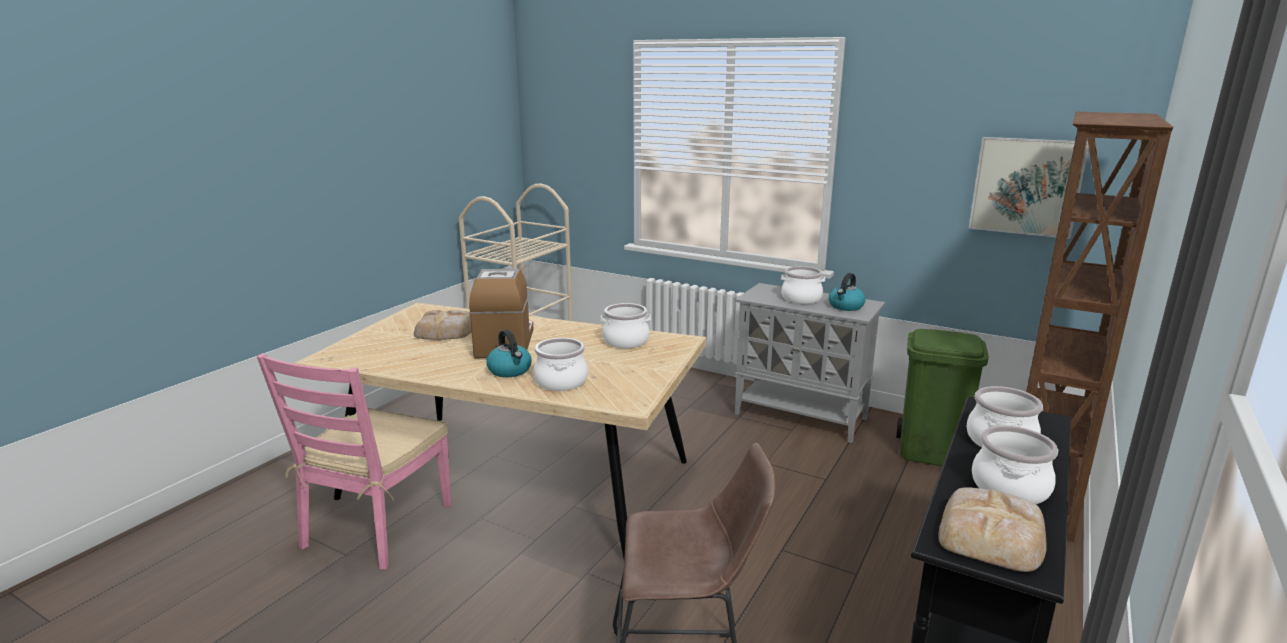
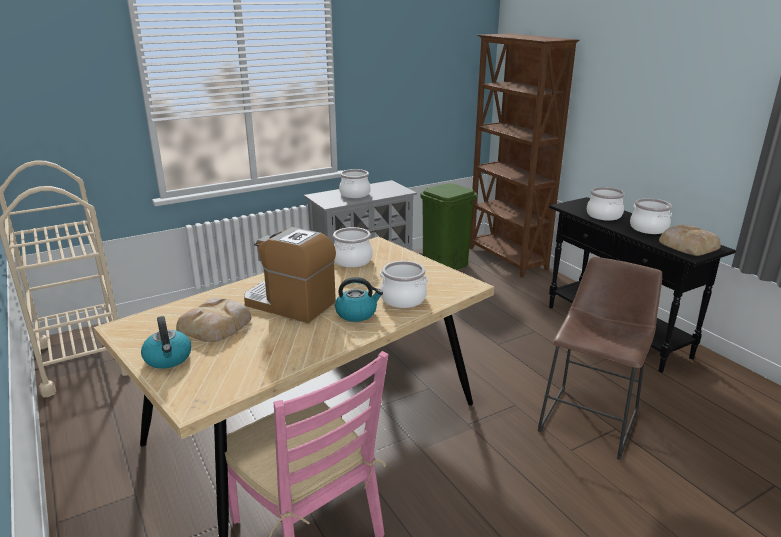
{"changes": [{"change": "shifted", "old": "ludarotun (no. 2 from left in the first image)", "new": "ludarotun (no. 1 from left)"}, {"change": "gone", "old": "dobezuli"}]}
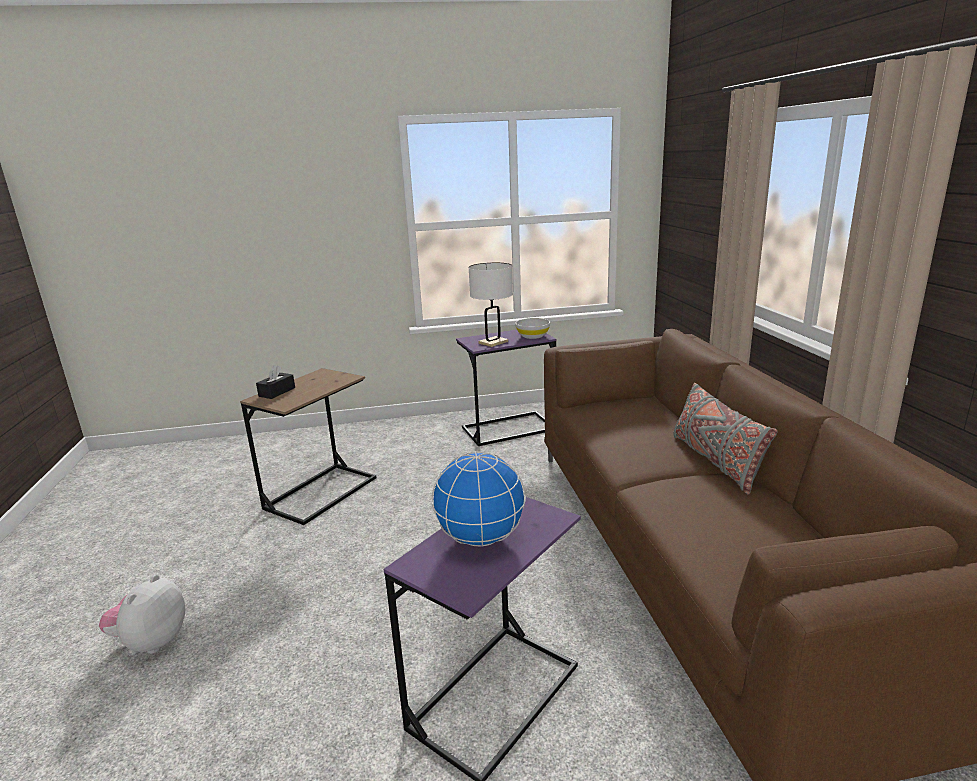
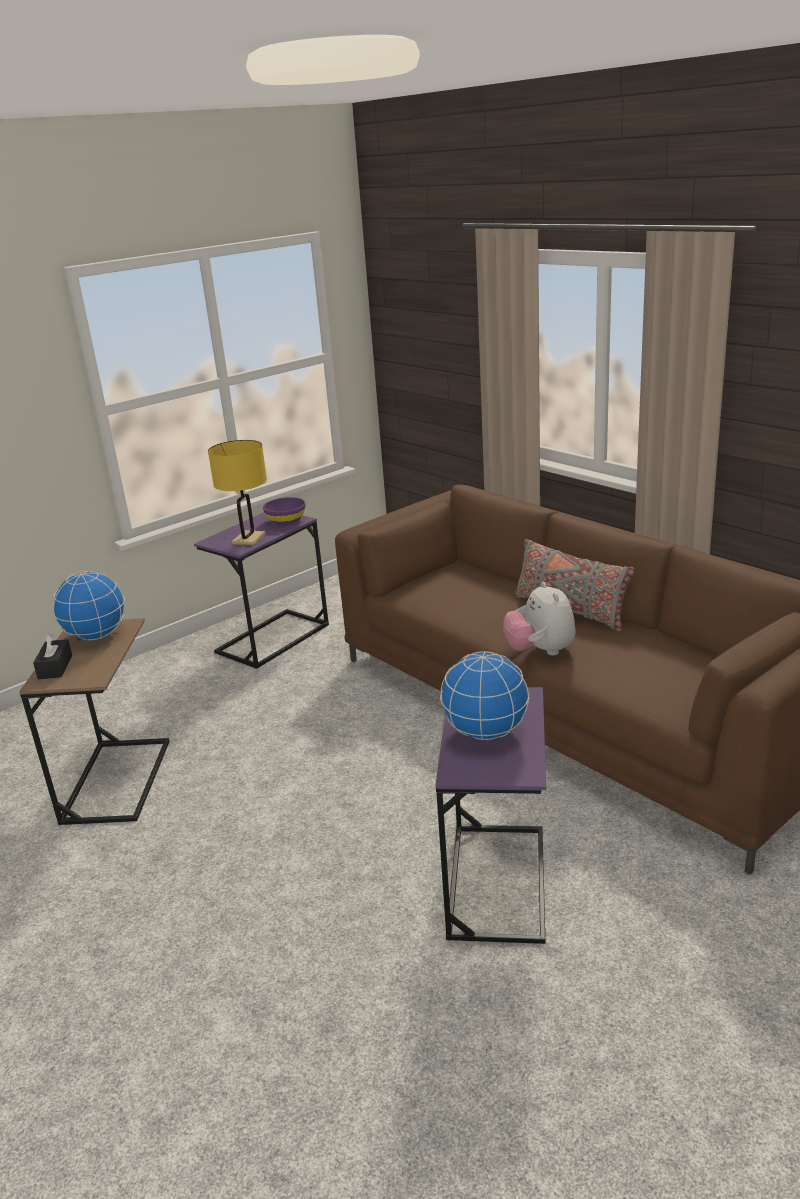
{"changes": [{"change": "shifted", "old": "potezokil"}, {"change": "repainted", "old": "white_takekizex", "new": "yellow_takekizex"}, {"change": "repainted", "old": "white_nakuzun", "new": "purple_nakuzun"}, {"change": "new", "new": "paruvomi (no. 1 from left)"}]}
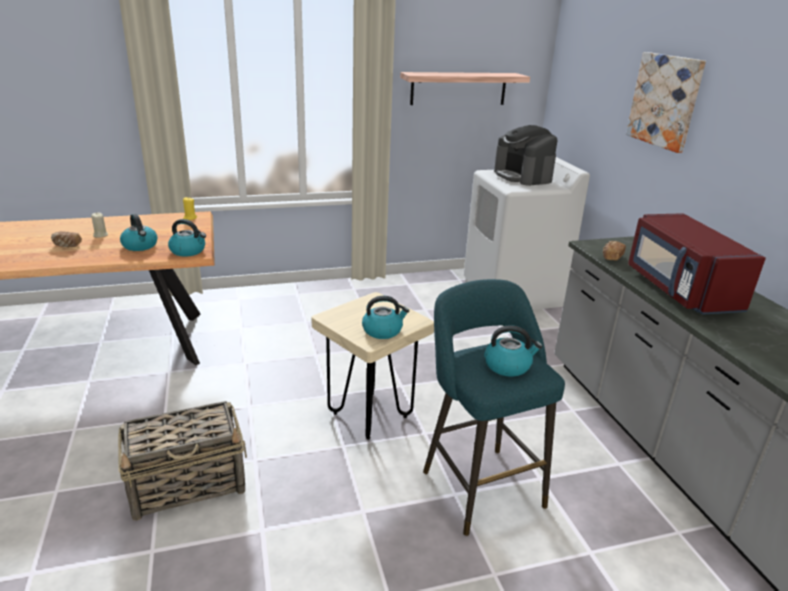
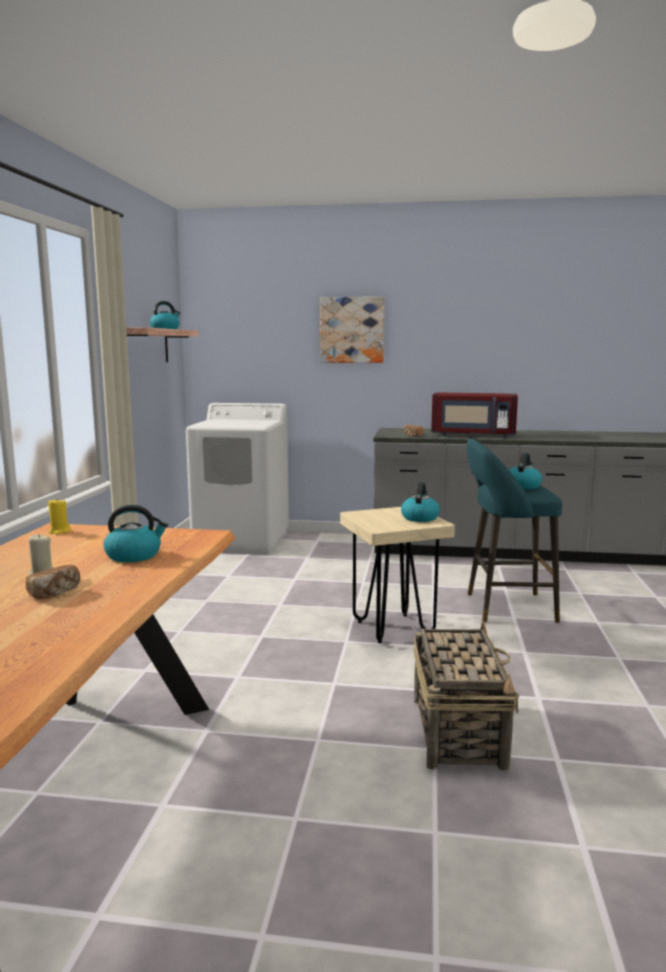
{"changes": [{"change": "shifted", "old": "ludarotun (no. 2 from left)"}, {"change": "gone", "old": "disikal"}]}
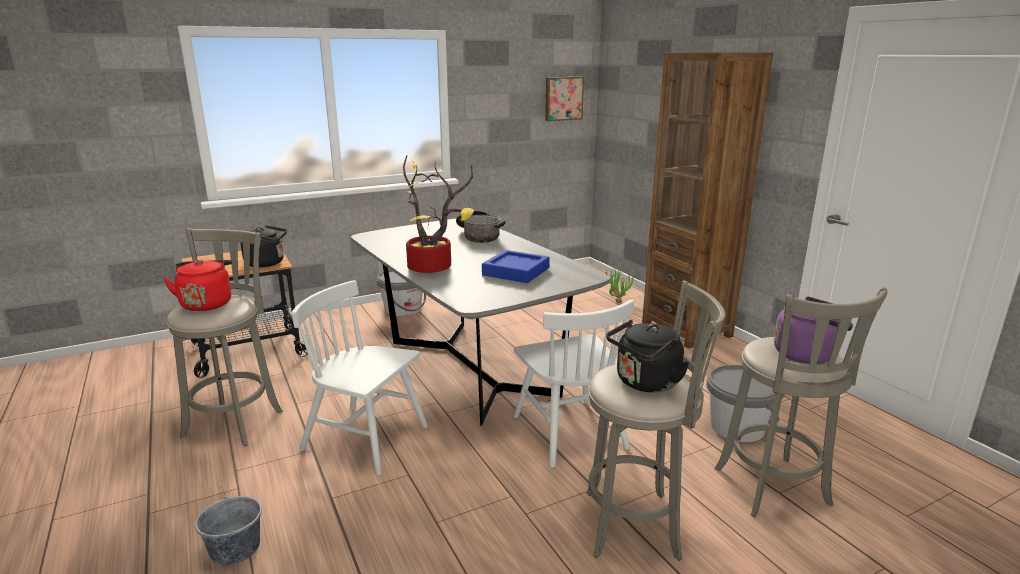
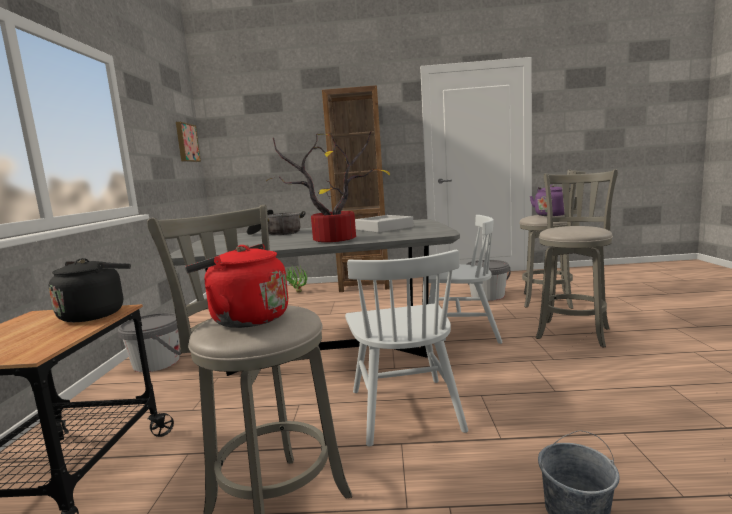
{"changes": [{"change": "rotated", "old": "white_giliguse (no. 1 from left)", "degrees": -60}, {"change": "repainted", "old": "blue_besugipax", "new": "grey_besugipax"}, {"change": "gone", "old": "black_ludarotun (no. 2 from left)"}]}
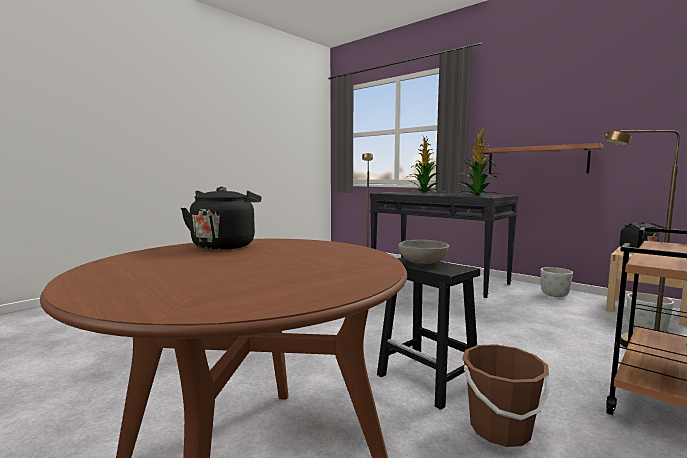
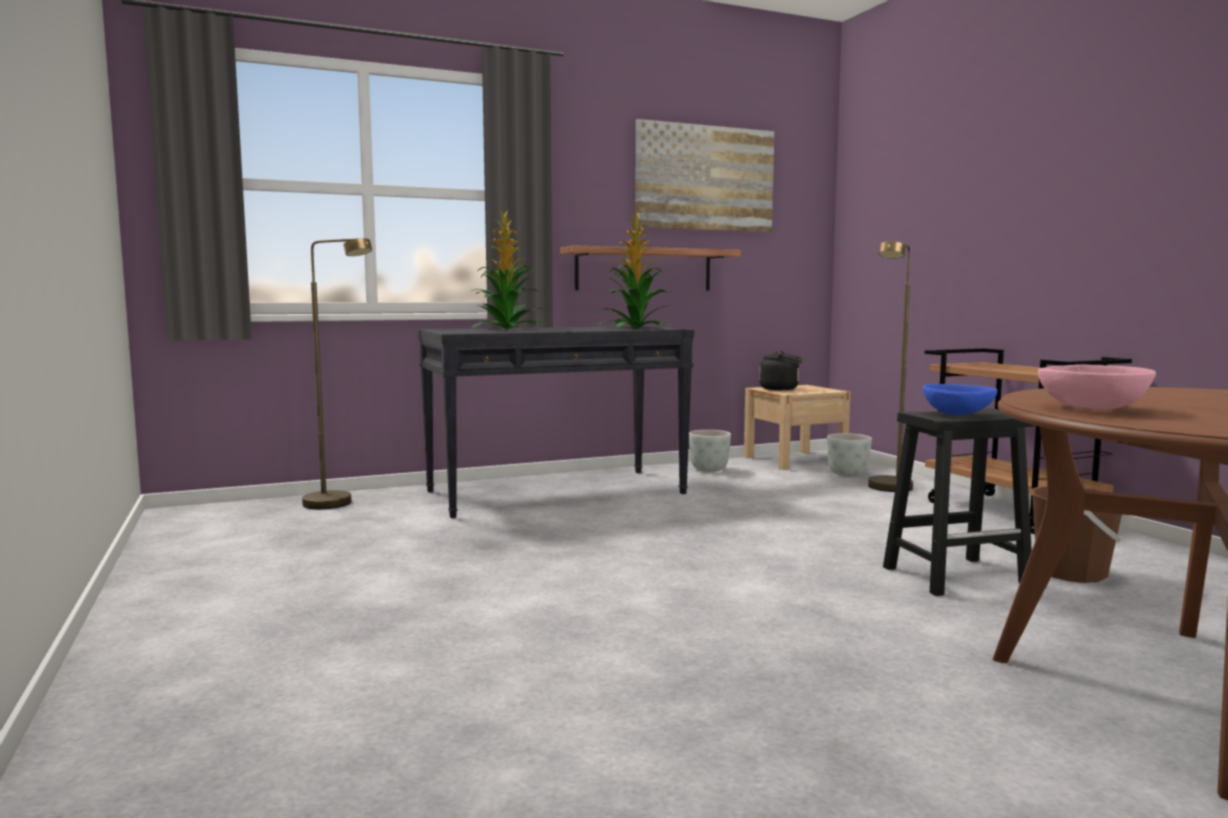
{"changes": [{"change": "swapped", "old": "black_ludarotun (no. 1 from left)", "new": "pink_nakuzun"}, {"change": "repainted", "old": "grey_nakuzun", "new": "blue_nakuzun"}, {"change": "new", "new": "dobezuli"}]}
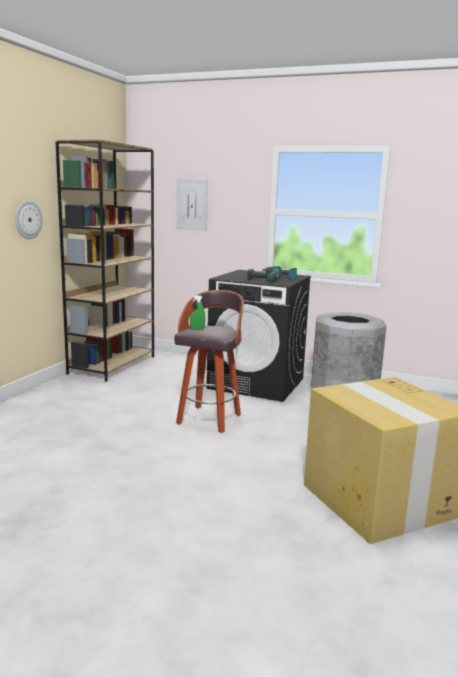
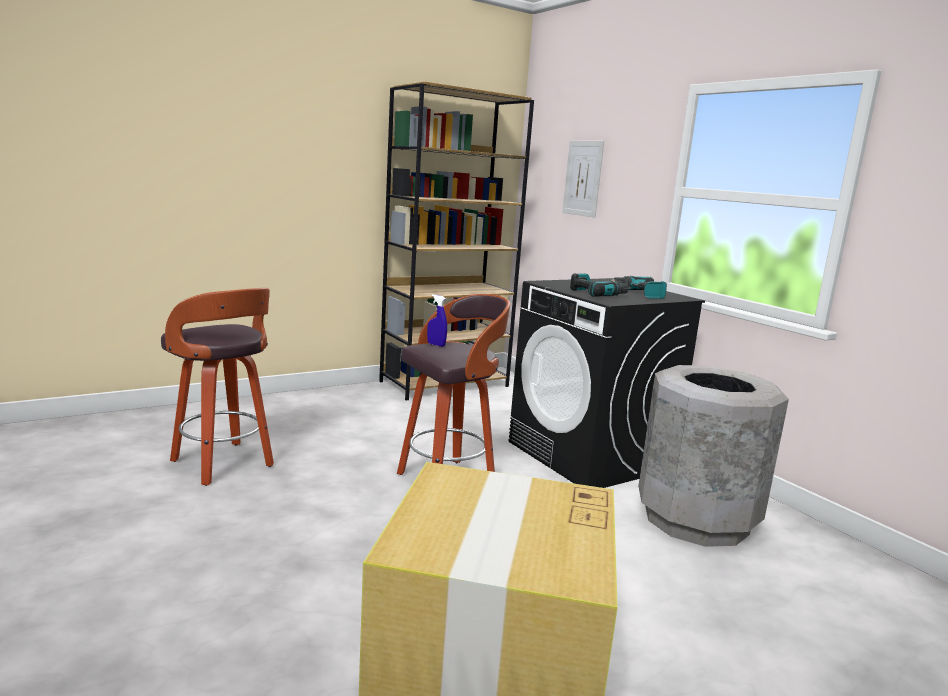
{"changes": [{"change": "gone", "old": "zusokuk"}, {"change": "repainted", "old": "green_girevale", "new": "blue_girevale"}, {"change": "new", "new": "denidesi (no. 1 from left)"}]}
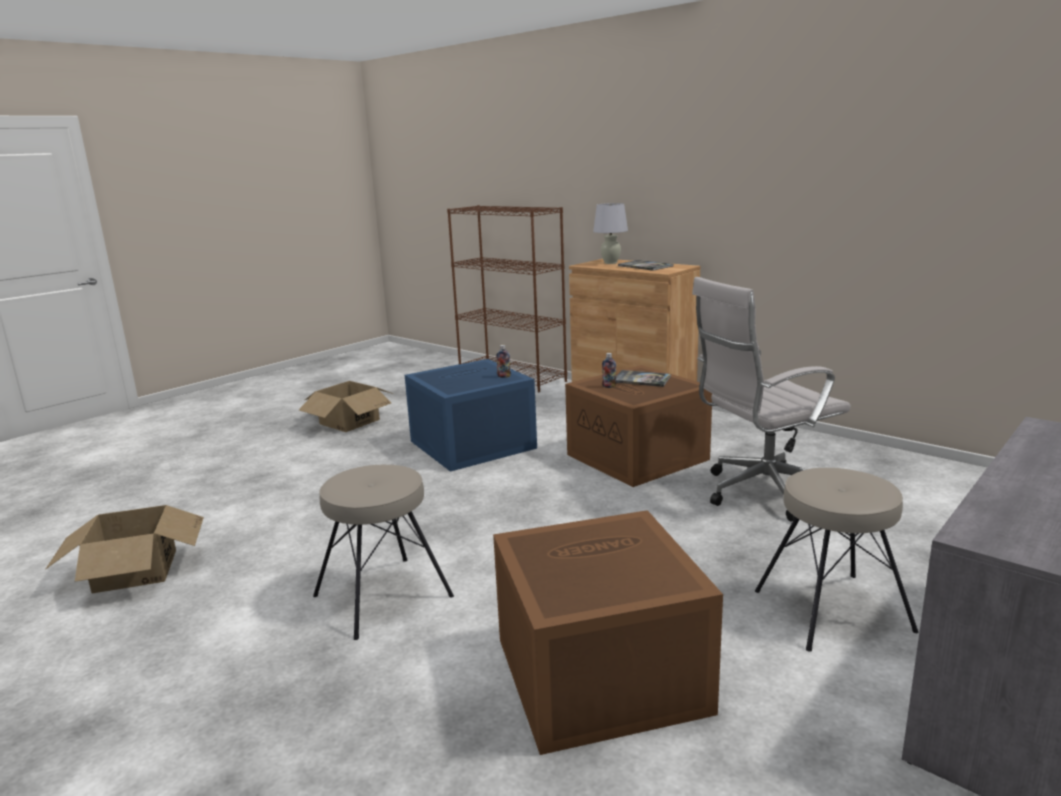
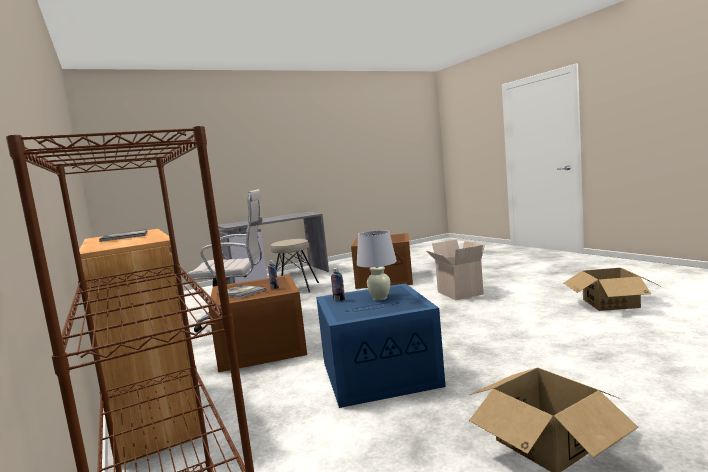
{"changes": [{"change": "swapped", "old": "beige_denidesi (no. 1 from left)", "new": "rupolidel (no. 1 from left)"}, {"change": "shifted", "old": "white_takekizex"}]}
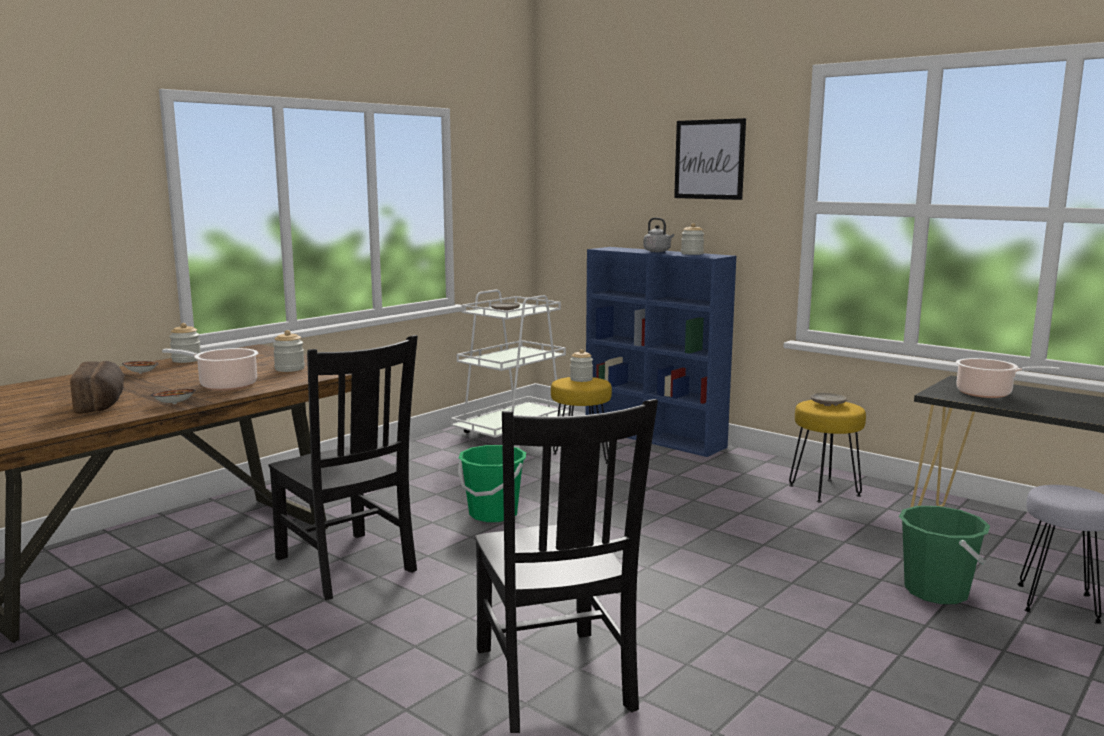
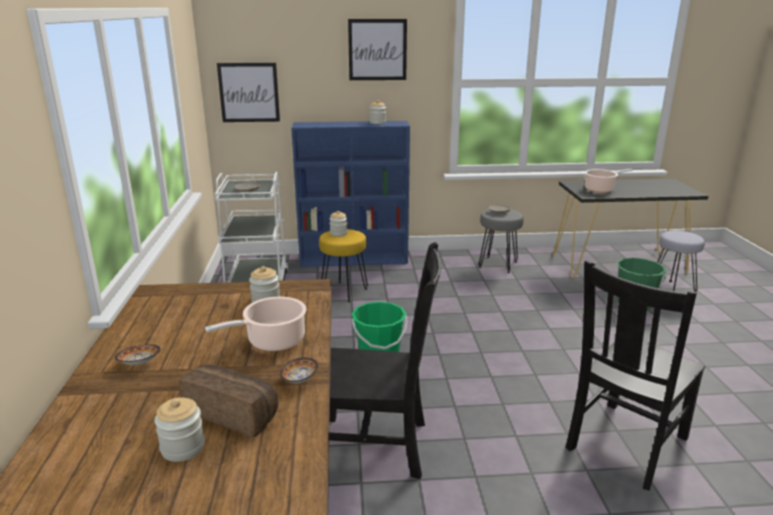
{"changes": [{"change": "shifted", "old": "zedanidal (no. 1 from left)"}, {"change": "rotated", "old": "black_giliguse (no. 2 from left)", "degrees": 105}, {"change": "gone", "old": "grey_ludarotun"}, {"change": "repainted", "old": "yellow_denidesi (no. 2 from left)", "new": "grey_denidesi (no. 1 from left)"}, {"change": "new", "new": "dobezuli (no. 1 from left)"}]}
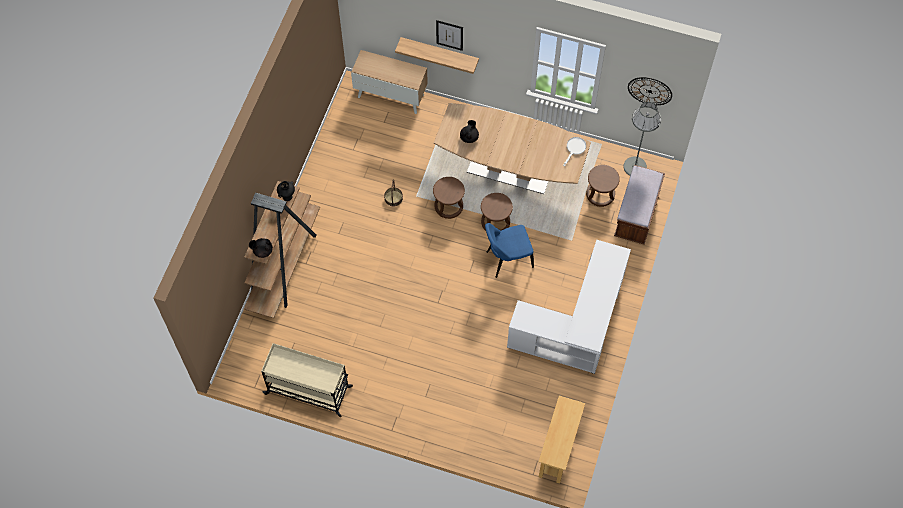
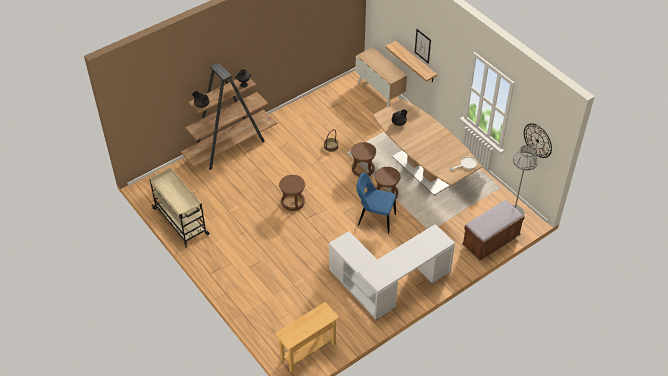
{"changes": [{"change": "shifted", "old": "brown_denidesi (no. 3 from left in the first image)", "new": "brown_denidesi (no. 1 from left)"}]}
